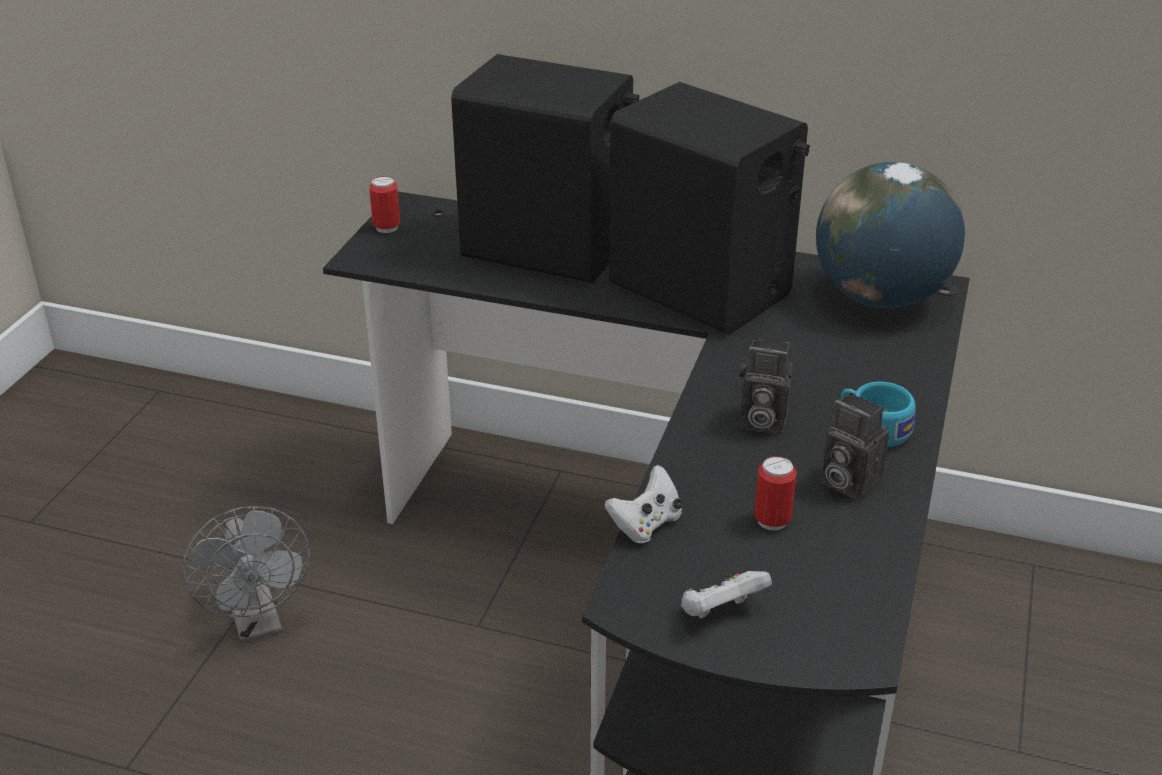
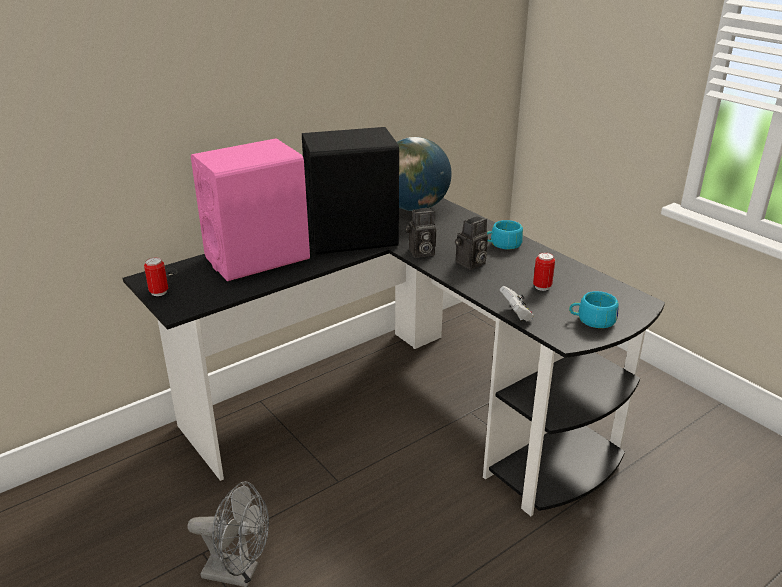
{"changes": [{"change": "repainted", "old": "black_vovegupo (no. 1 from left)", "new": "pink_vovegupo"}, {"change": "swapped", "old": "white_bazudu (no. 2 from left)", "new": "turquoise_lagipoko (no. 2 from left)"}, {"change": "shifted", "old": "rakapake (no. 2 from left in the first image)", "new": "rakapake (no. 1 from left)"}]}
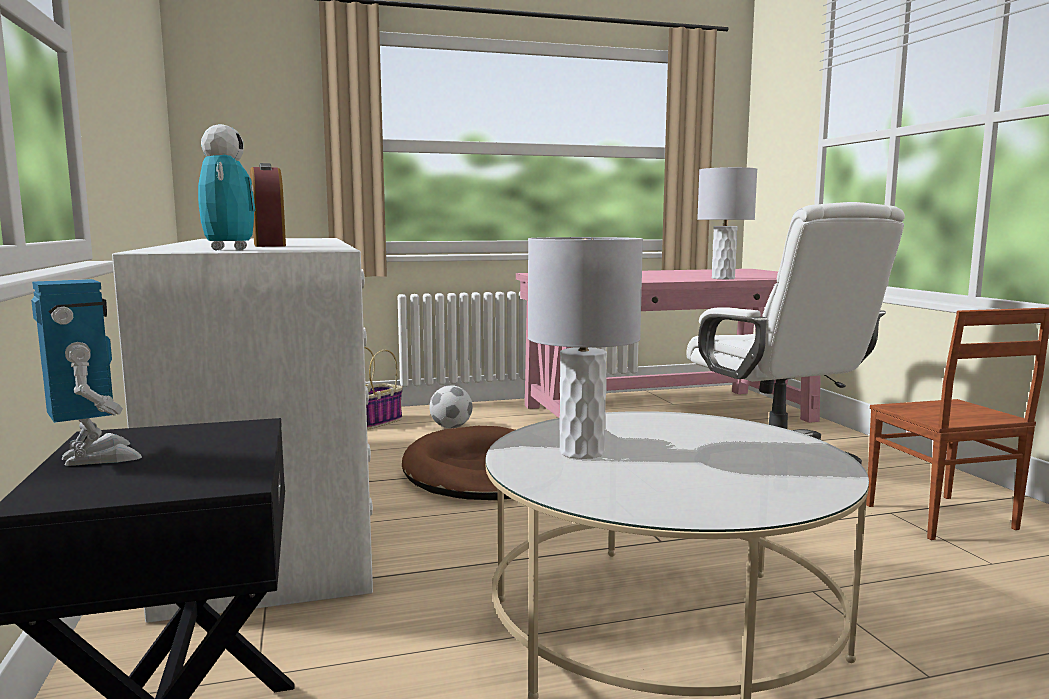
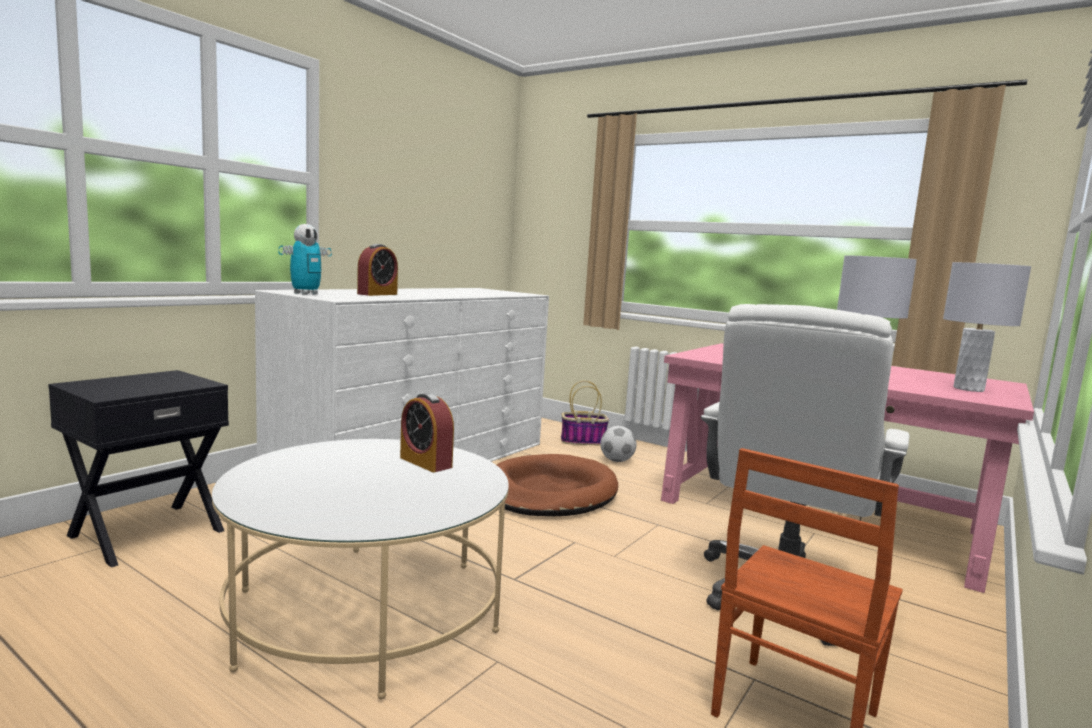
{"changes": [{"change": "gone", "old": "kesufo (no. 1 from left)"}, {"change": "shifted", "old": "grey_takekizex (no. 1 from left in the first image)", "new": "grey_takekizex (no. 2 from left)"}, {"change": "new", "new": "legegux (no. 2 from left)"}]}
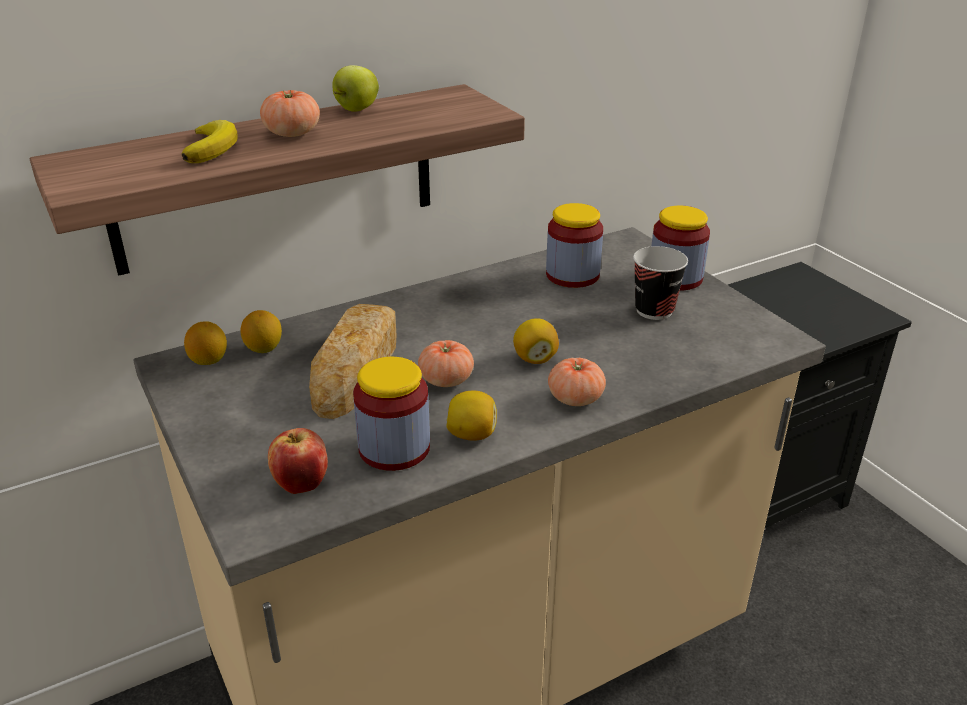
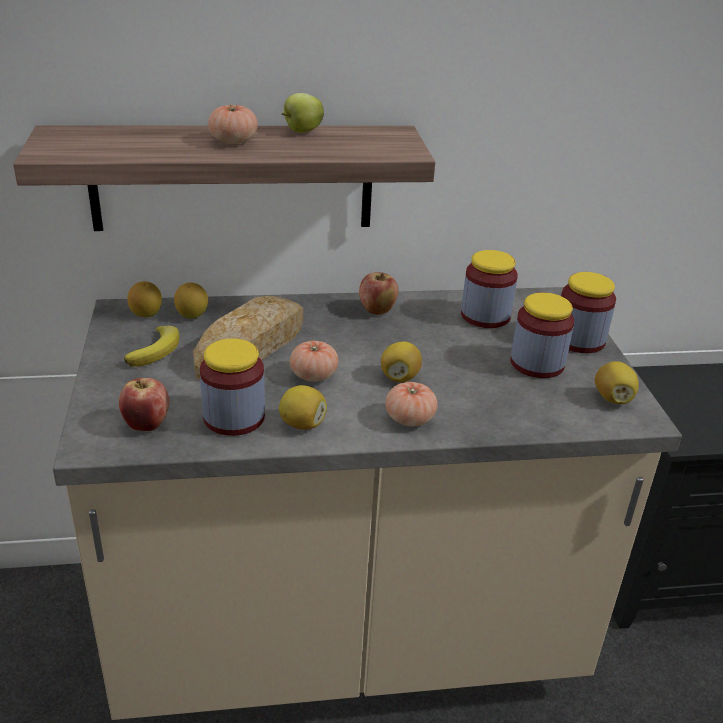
{"changes": [{"change": "shifted", "old": "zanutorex"}, {"change": "swapped", "old": "lagipoko", "new": "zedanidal (no. 3 from left)"}, {"change": "new", "new": "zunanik (no. 3 from left)"}, {"change": "new", "new": "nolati (no. 5 from left)"}]}
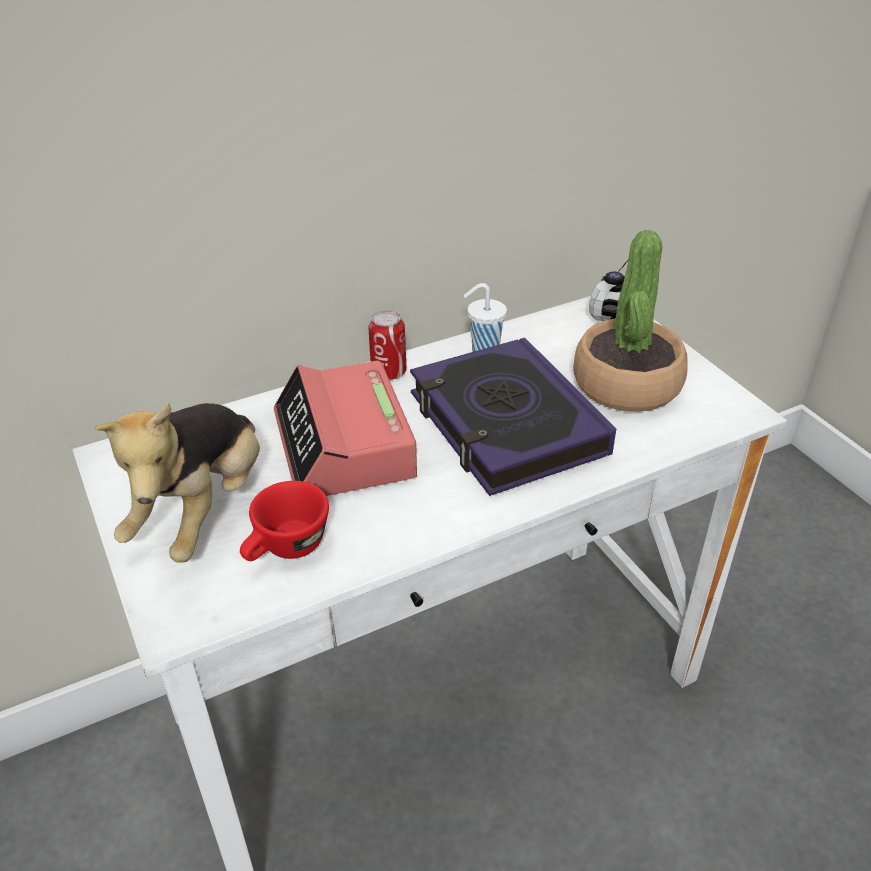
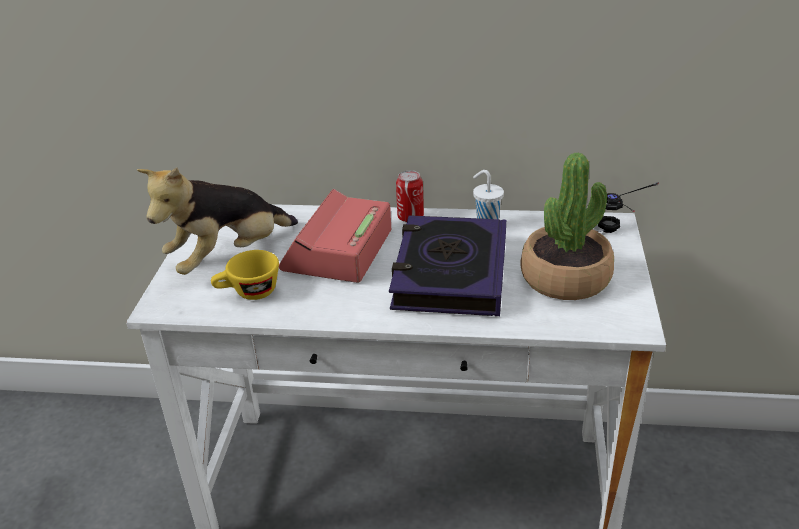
{"changes": [{"change": "repainted", "old": "red_lagipoko", "new": "yellow_lagipoko"}]}
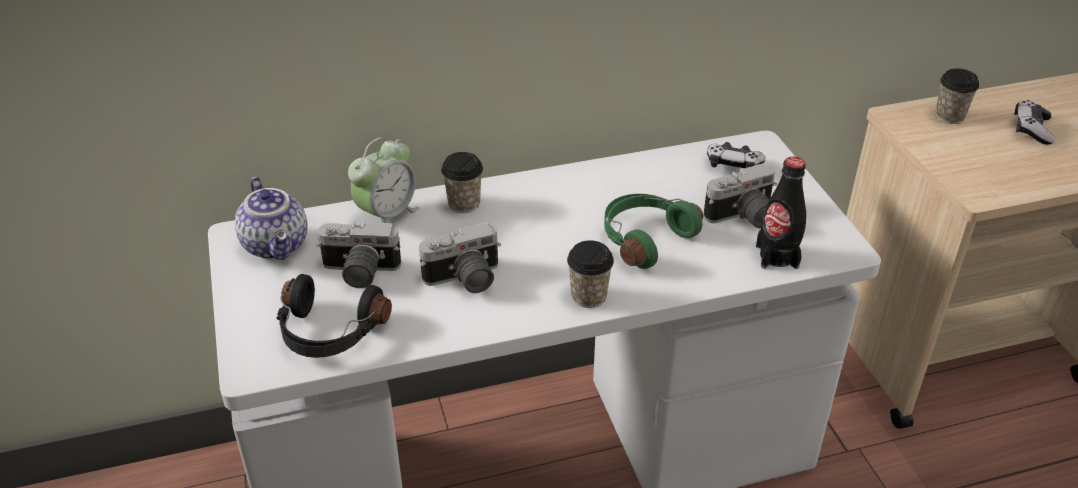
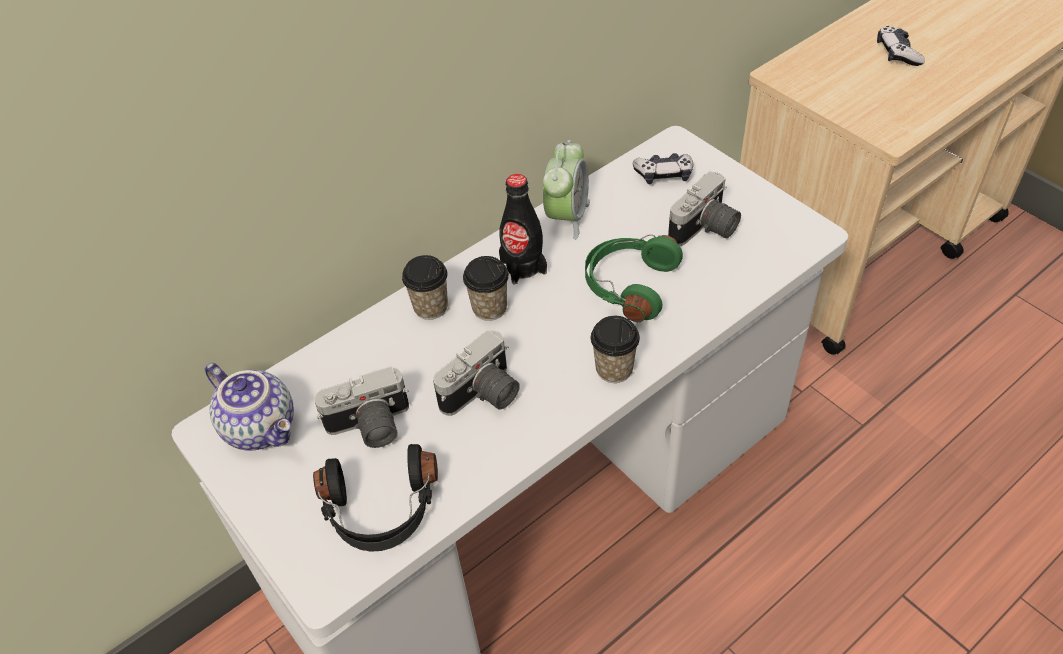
{"changes": [{"change": "shifted", "old": "legegux"}, {"change": "shifted", "old": "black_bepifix"}, {"change": "shifted", "old": "lagipoko (no. 3 from left in the first image)", "new": "lagipoko (no. 2 from left)"}]}
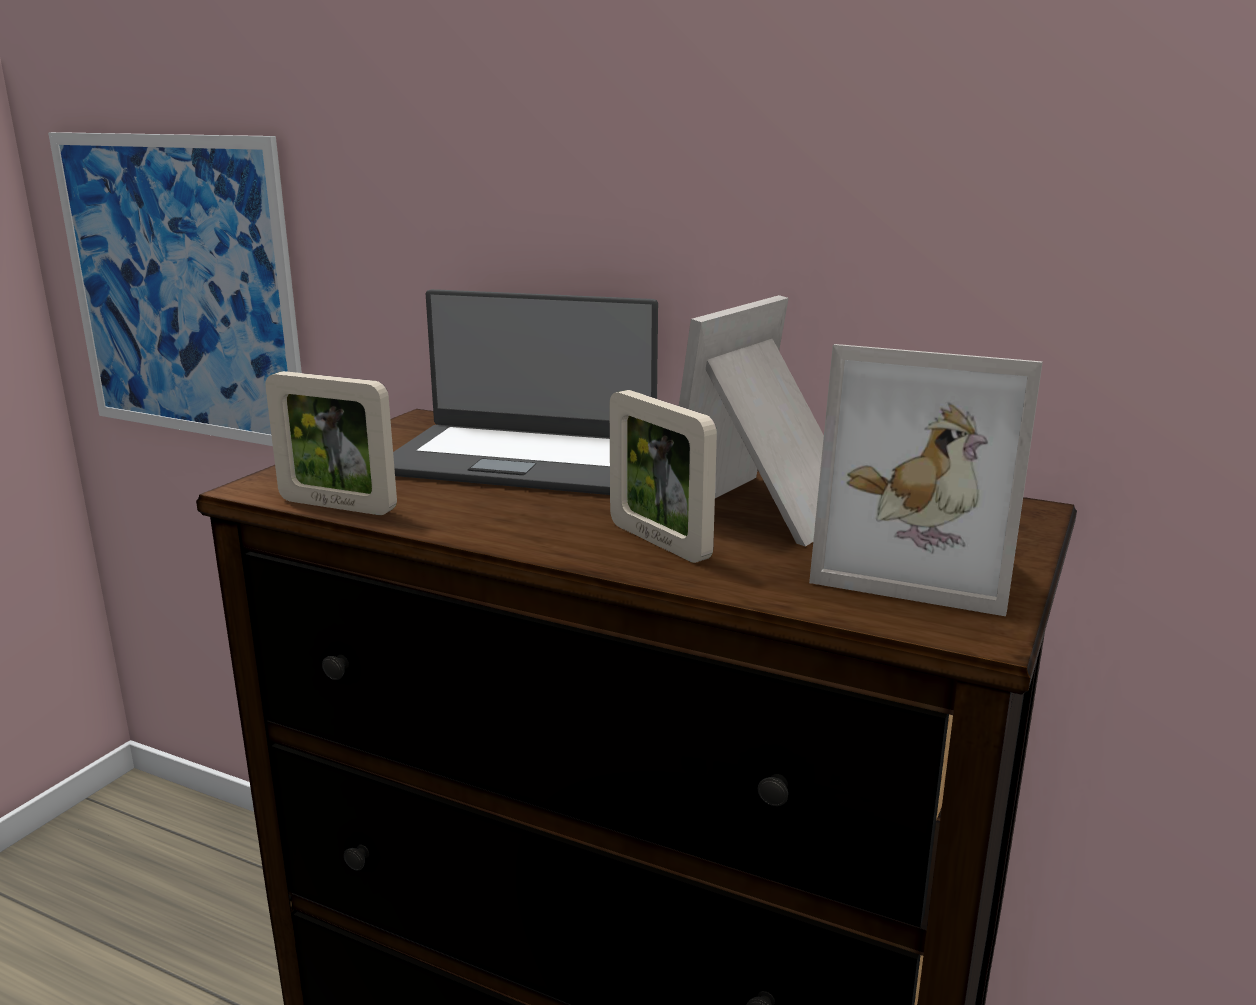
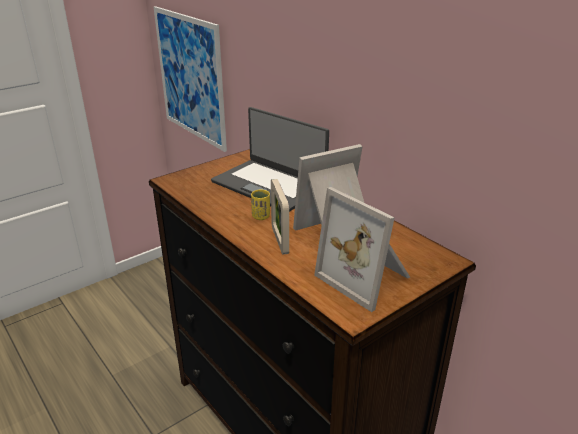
{"changes": [{"change": "gone", "old": "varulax (no. 1 from left)"}, {"change": "new", "new": "yellow_lagipoko"}]}
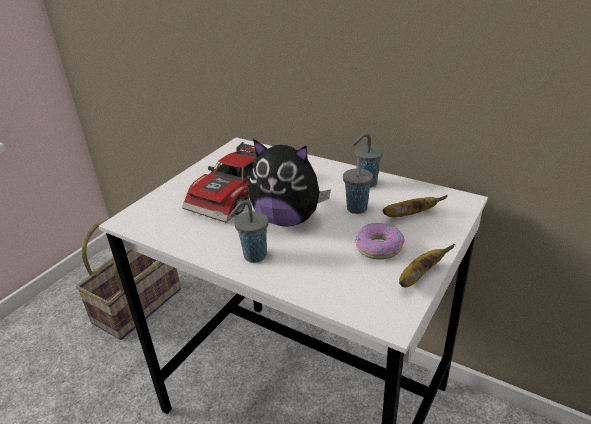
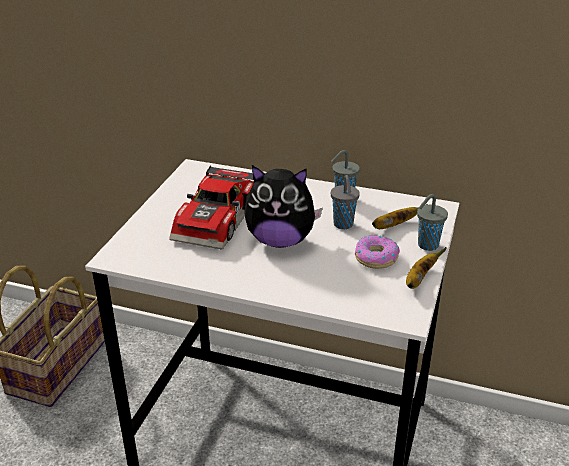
{"changes": [{"change": "shifted", "old": "grey_lagipoko (no. 1 from left in the first image)", "new": "grey_lagipoko (no. 3 from left)"}]}
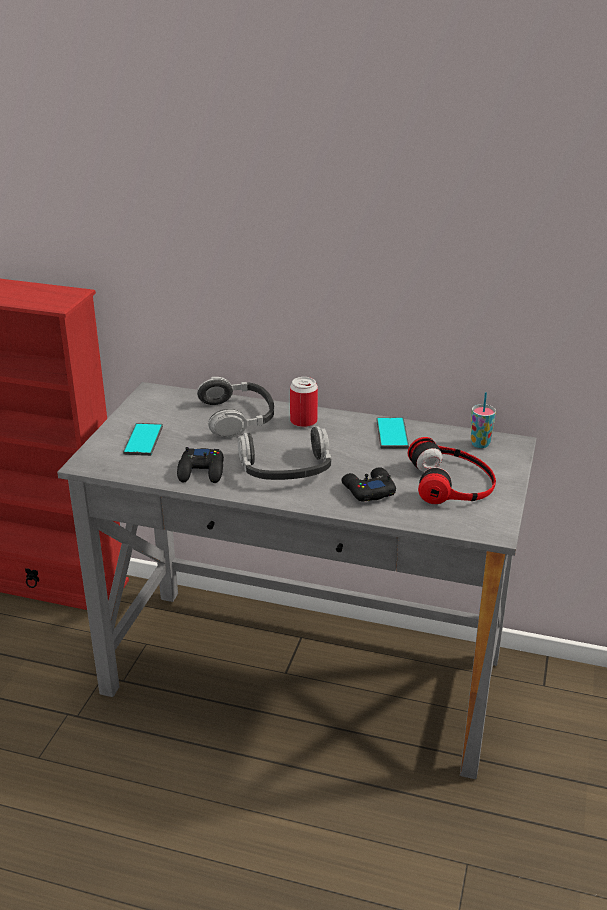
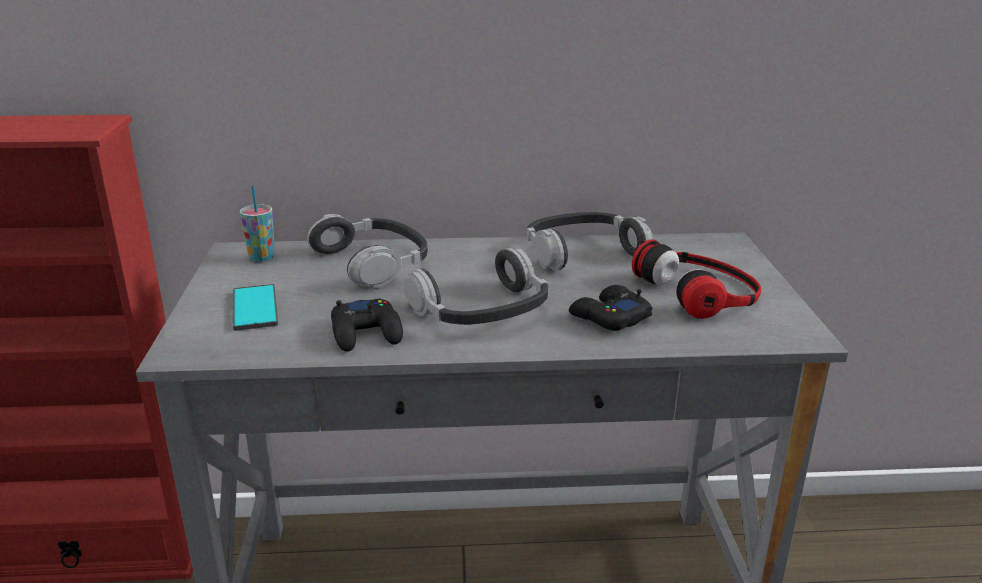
{"changes": [{"change": "gone", "old": "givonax"}, {"change": "swapped", "old": "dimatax (no. 2 from left)", "new": "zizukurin (no. 3 from left)"}, {"change": "shifted", "old": "lagipoko"}]}
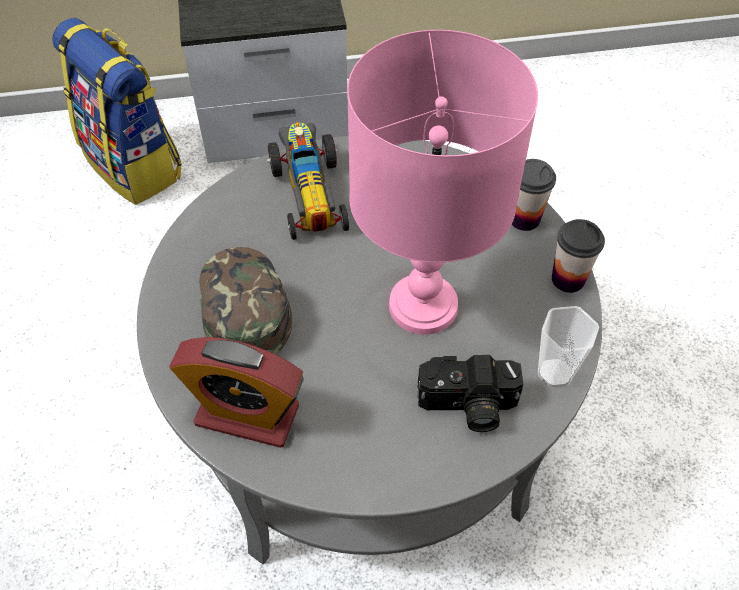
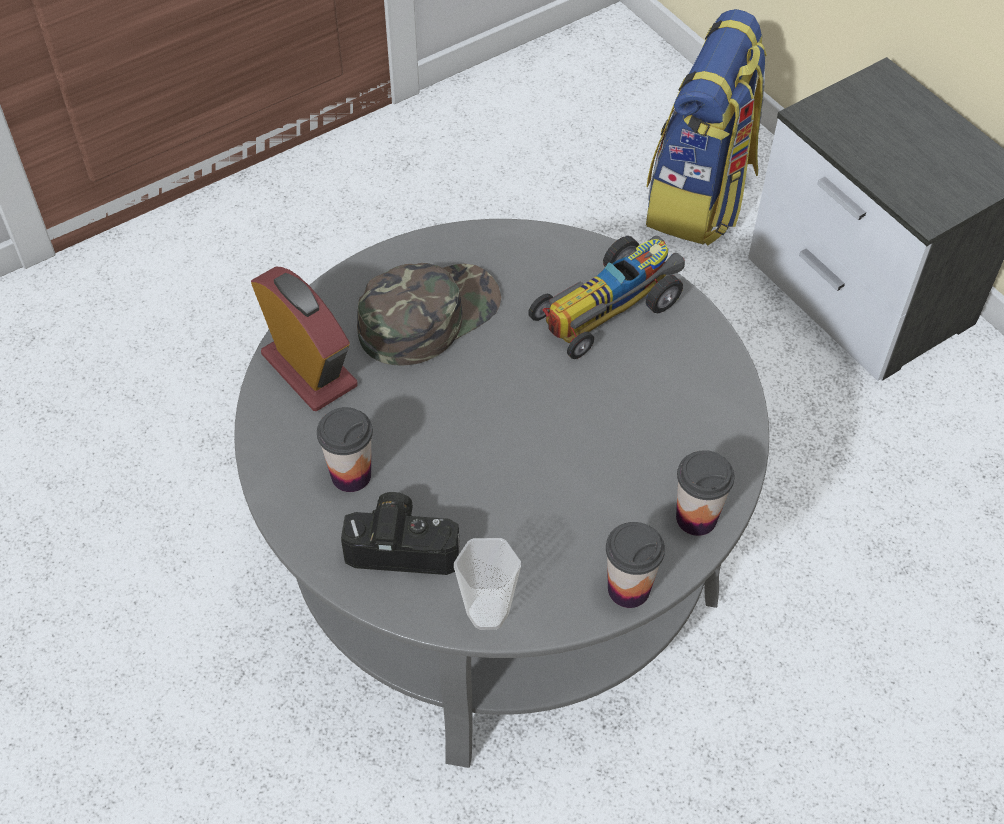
{"changes": [{"change": "rotated", "old": "legegux", "degrees": 150}, {"change": "gone", "old": "pink_takekizex"}, {"change": "rotated", "old": "rakapake", "degrees": 120}, {"change": "new", "new": "lagipoko (no. 1 from left)"}]}
